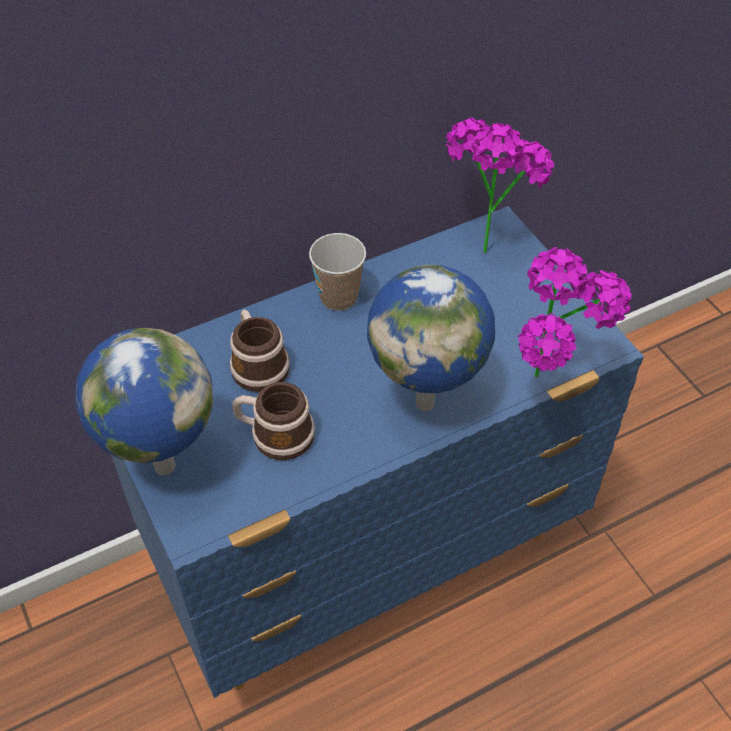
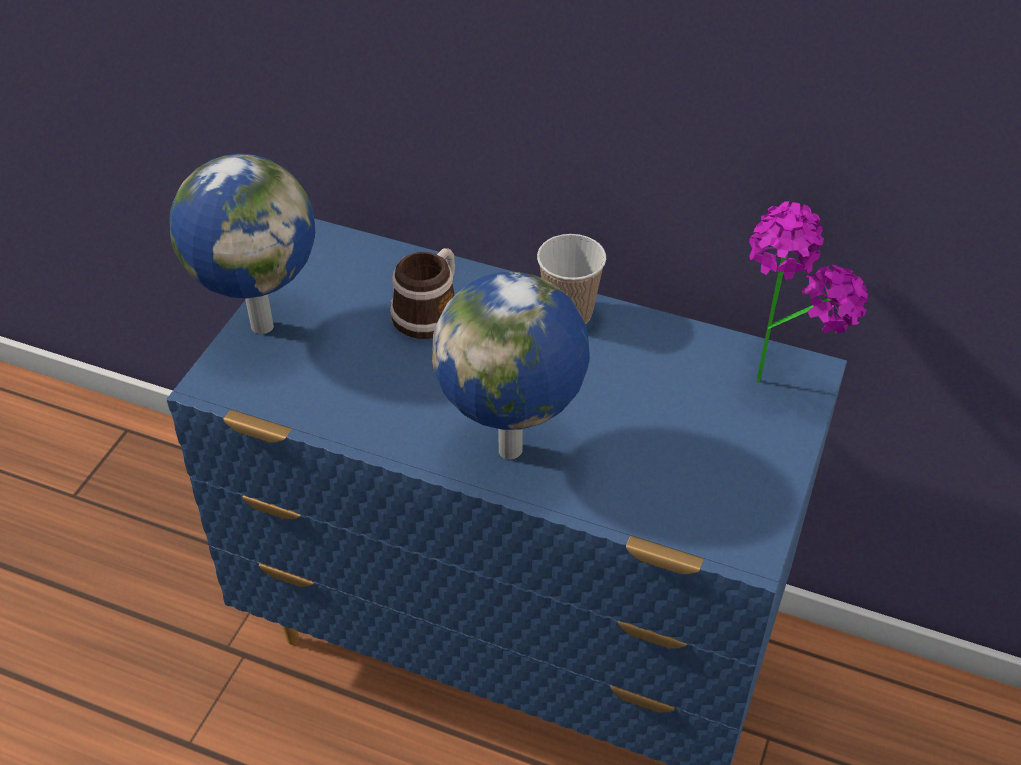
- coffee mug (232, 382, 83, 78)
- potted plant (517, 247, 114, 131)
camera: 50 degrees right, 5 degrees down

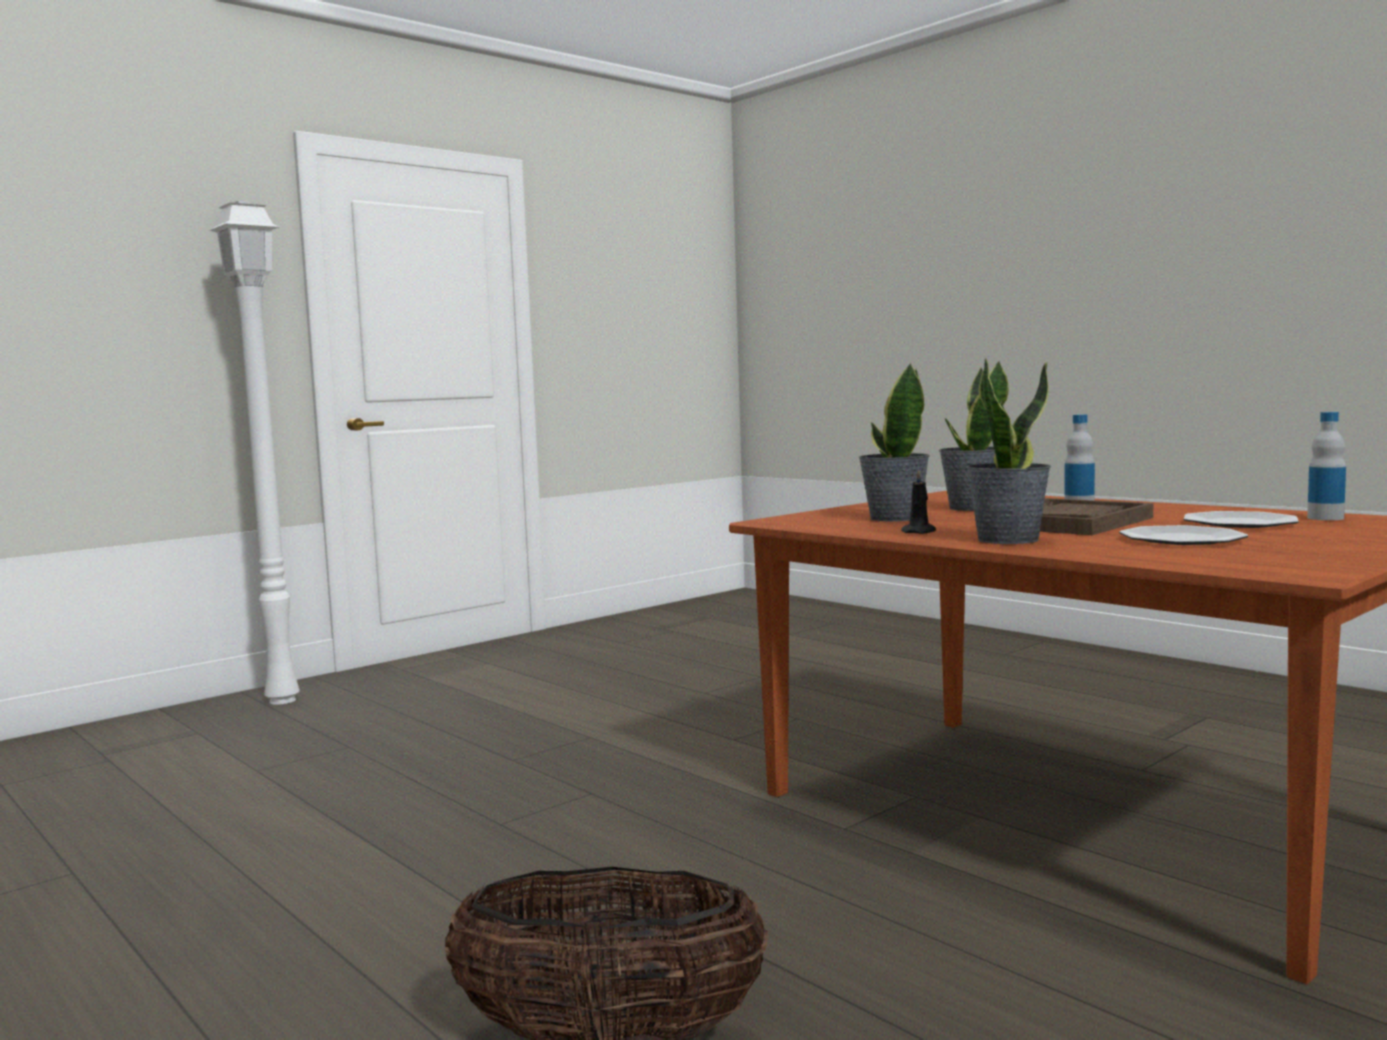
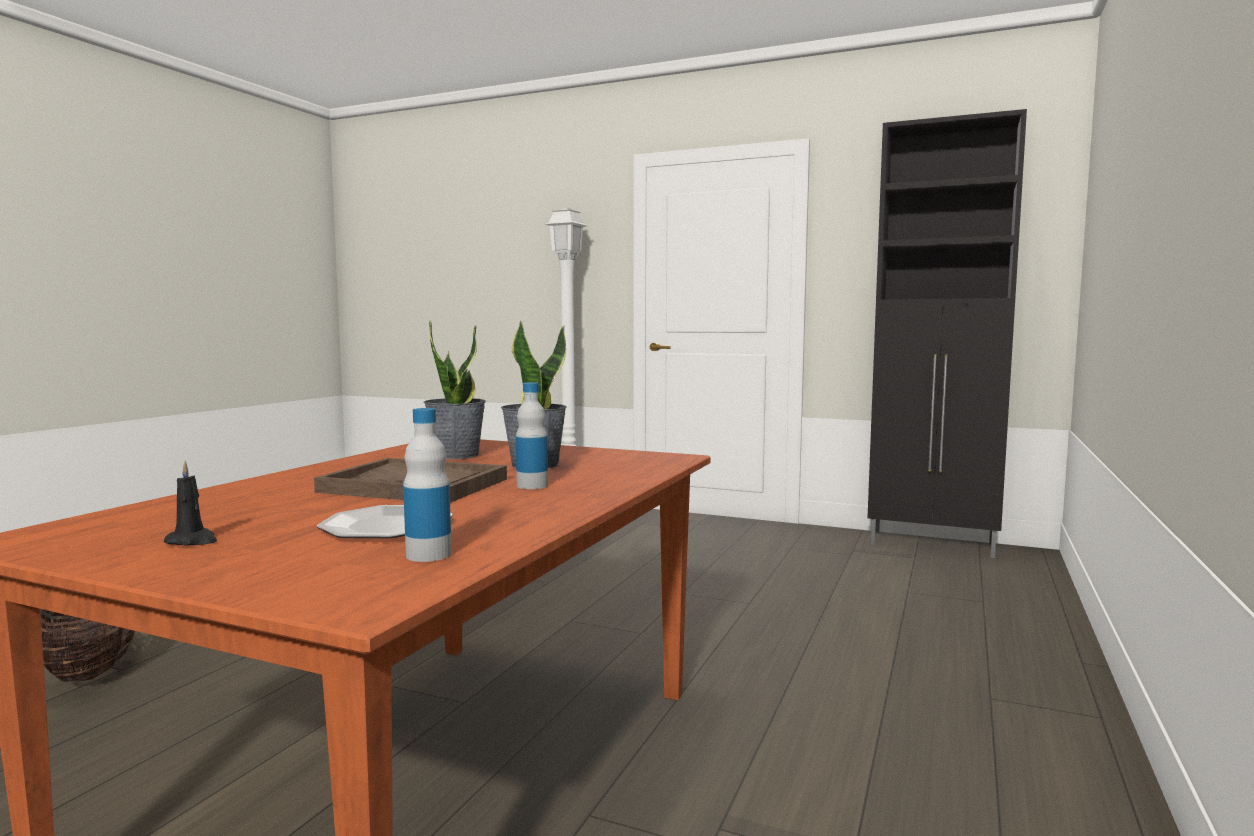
~ black candle (901, 470, 35, 64) to (163, 461, 54, 84)
- potted plant (966, 358, 85, 186)
- flat dish (1119, 525, 129, 20)
+ black cupboard (868, 109, 159, 449)
camera: 65 degrees right, 0 degrees up

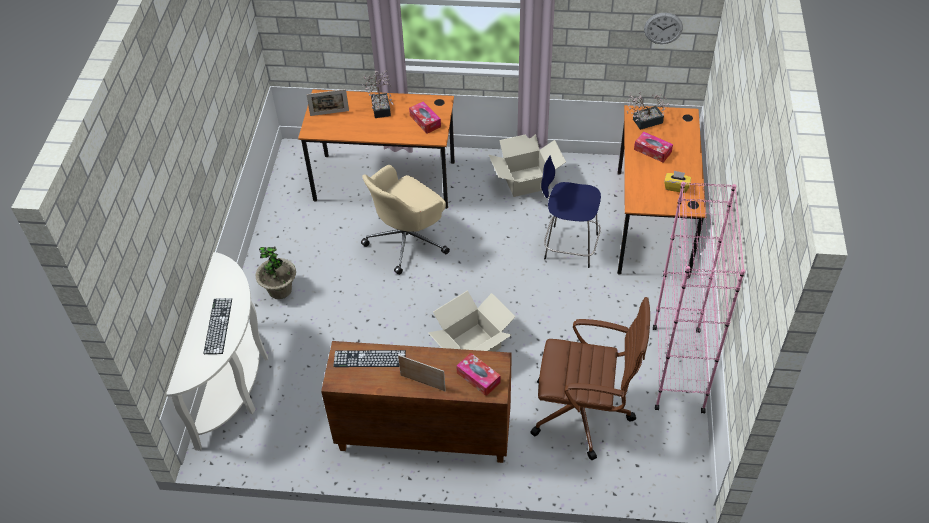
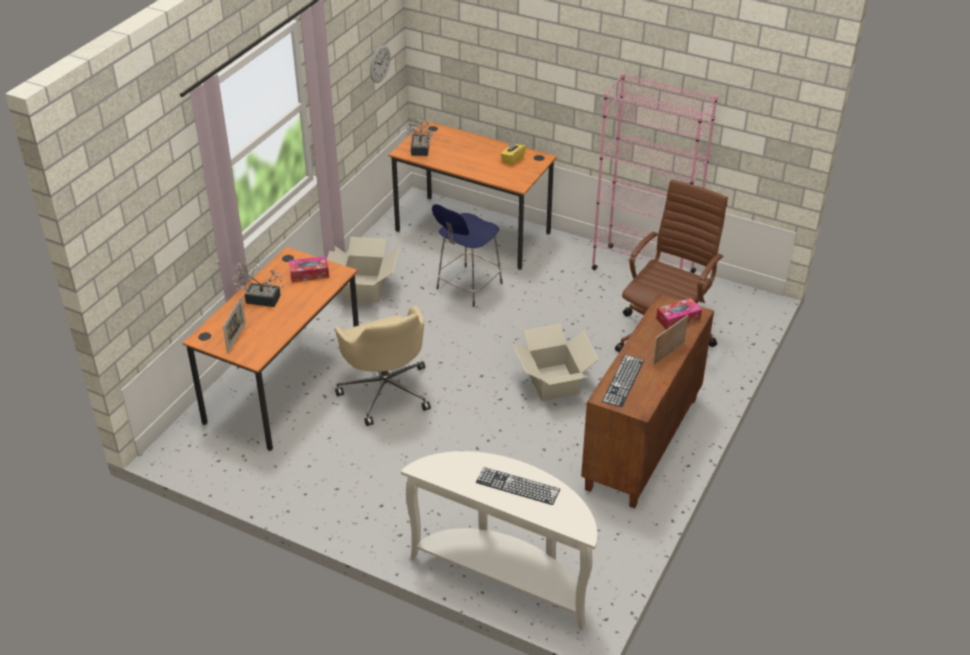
- potted plant (255, 247, 41, 52)
- tissue box (634, 132, 39, 30)
camera: 70 degrees left, 10 degrees down

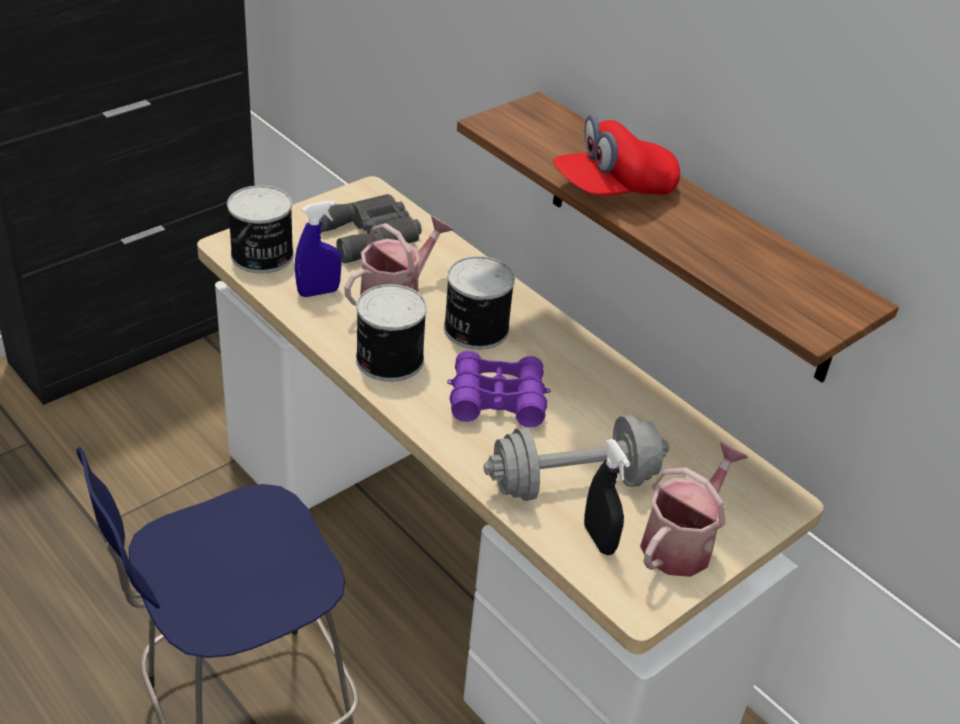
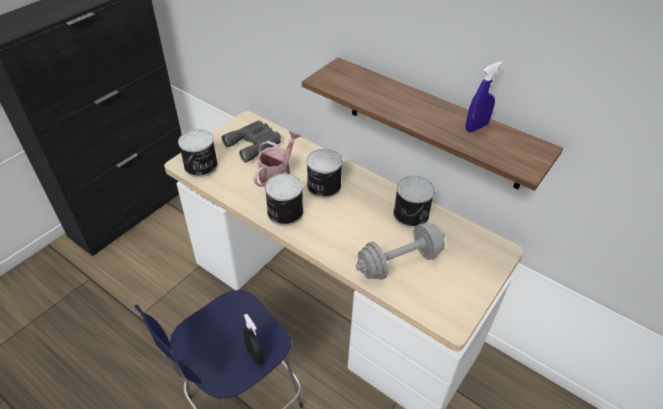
~ bluish spray bottle (295, 201, 46, 96) to (466, 61, 37, 71)
- purplish pair of binoculars (447, 351, 104, 77)
- reddish peaked cap (553, 114, 127, 82)
~ black spray bottle (584, 439, 46, 116) to (244, 314, 20, 51)
- sprinkling can (640, 442, 108, 135)
+ sealed can (393, 176, 42, 52)
camera: 10 degrees left, 5 degrees up

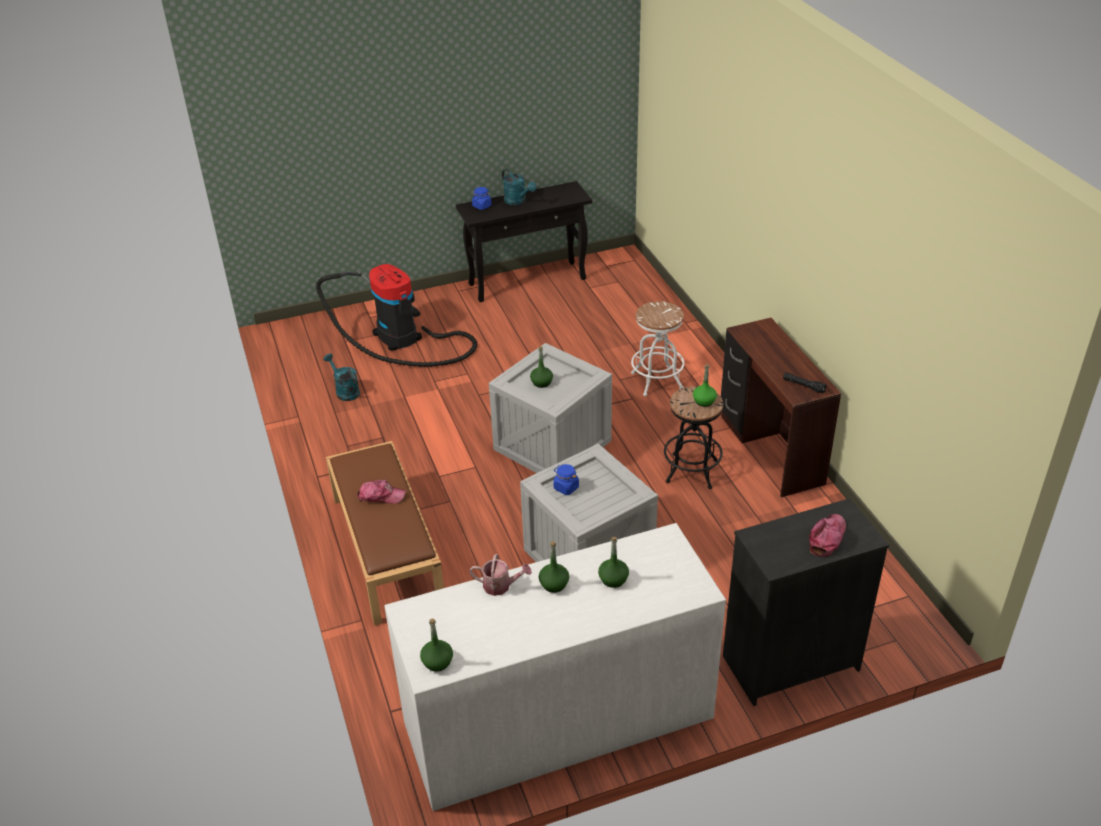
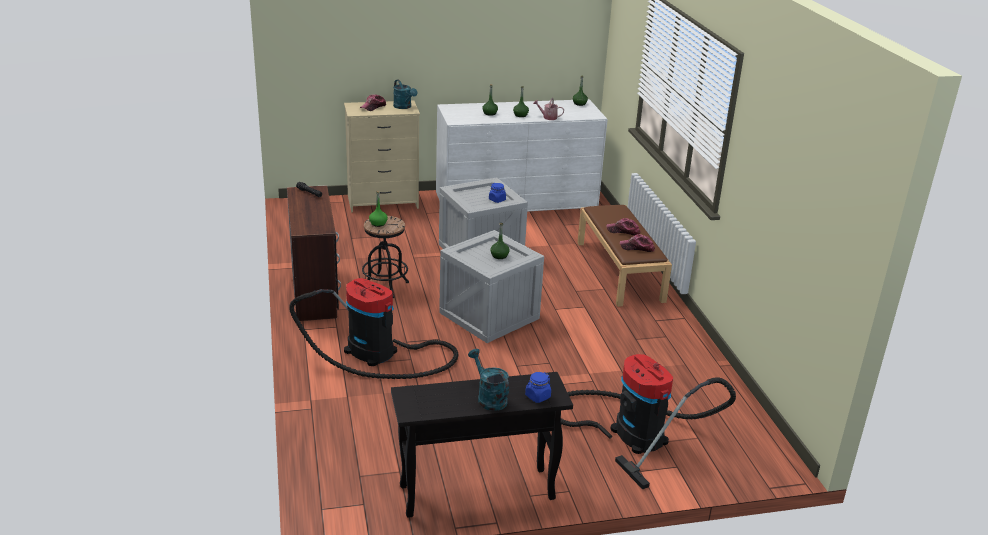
~ blue-green sprinkling can (324, 354, 36, 47) to (393, 80, 24, 29)
~ white-coloured stool (631, 301, 53, 95) to hoover (289, 278, 169, 101)
~ black chest of drawers (723, 498, 166, 208) to beige chest of drawers (344, 101, 76, 111)
+ peaked cap (620, 234, 35, 18)
camera: 175 degrees left, 10 degrees down

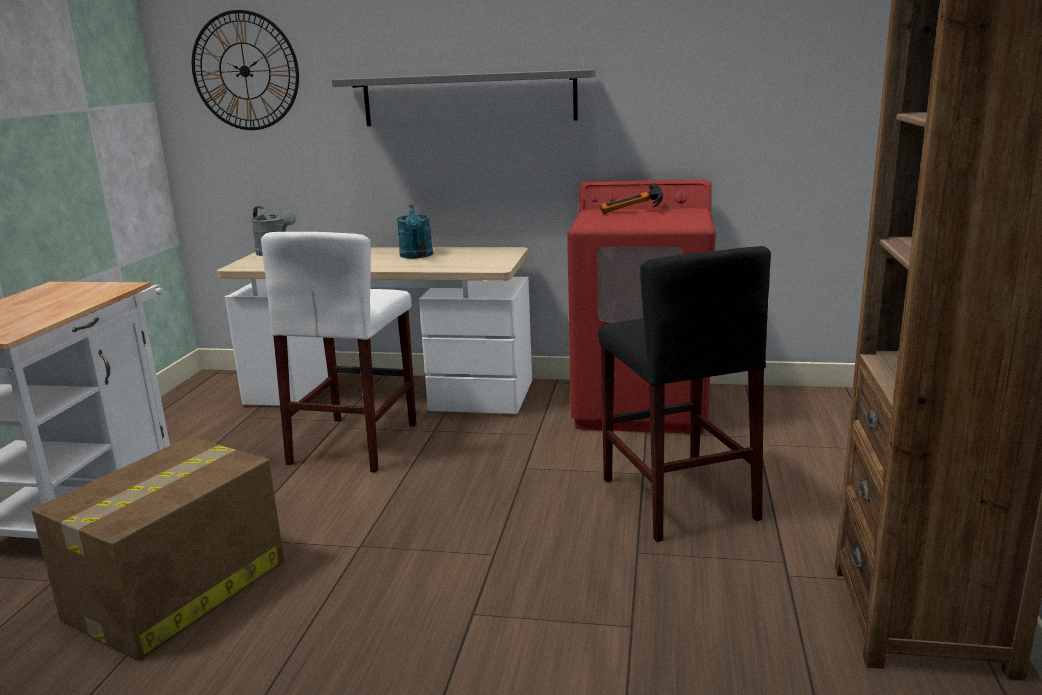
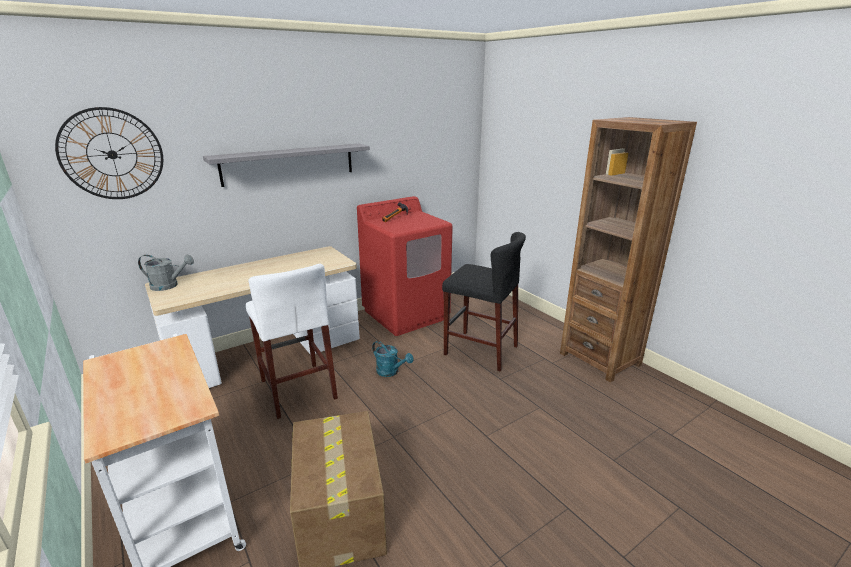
~ blue-green sprinkling can (397, 205, 36, 54) to (372, 341, 42, 36)
camera: 45 degrees left, 5 degrees up

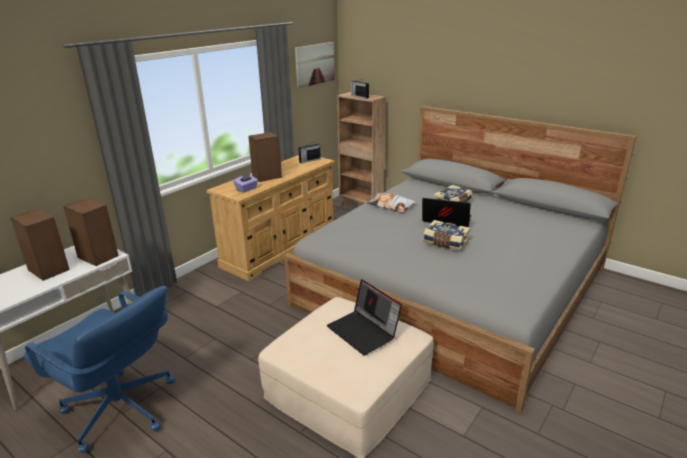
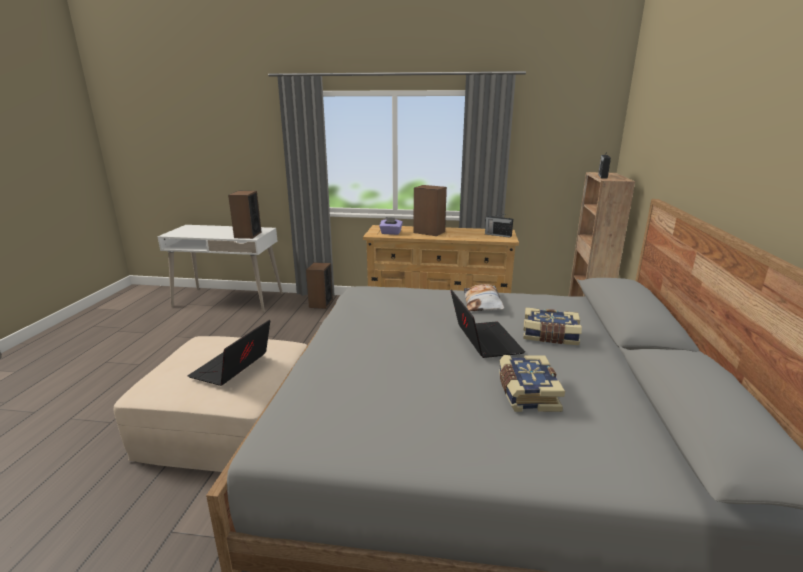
~ audio speaker (10, 209, 60, 72) to (306, 262, 27, 47)
- bluish desk chair (23, 286, 152, 167)
- wall art (295, 42, 40, 46)
~ book (423, 220, 48, 31) to (499, 355, 66, 57)
camera: 60 degrees right, 5 degrees down

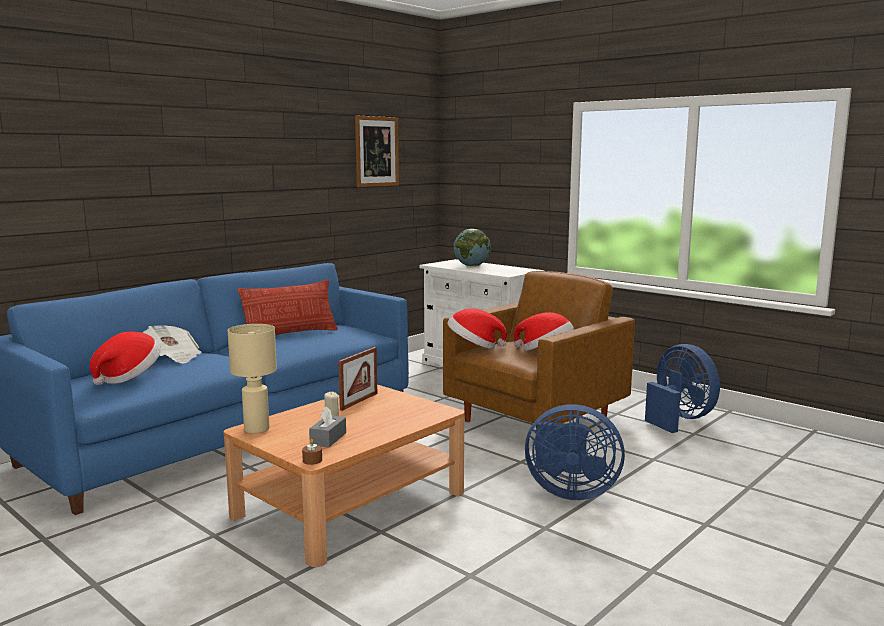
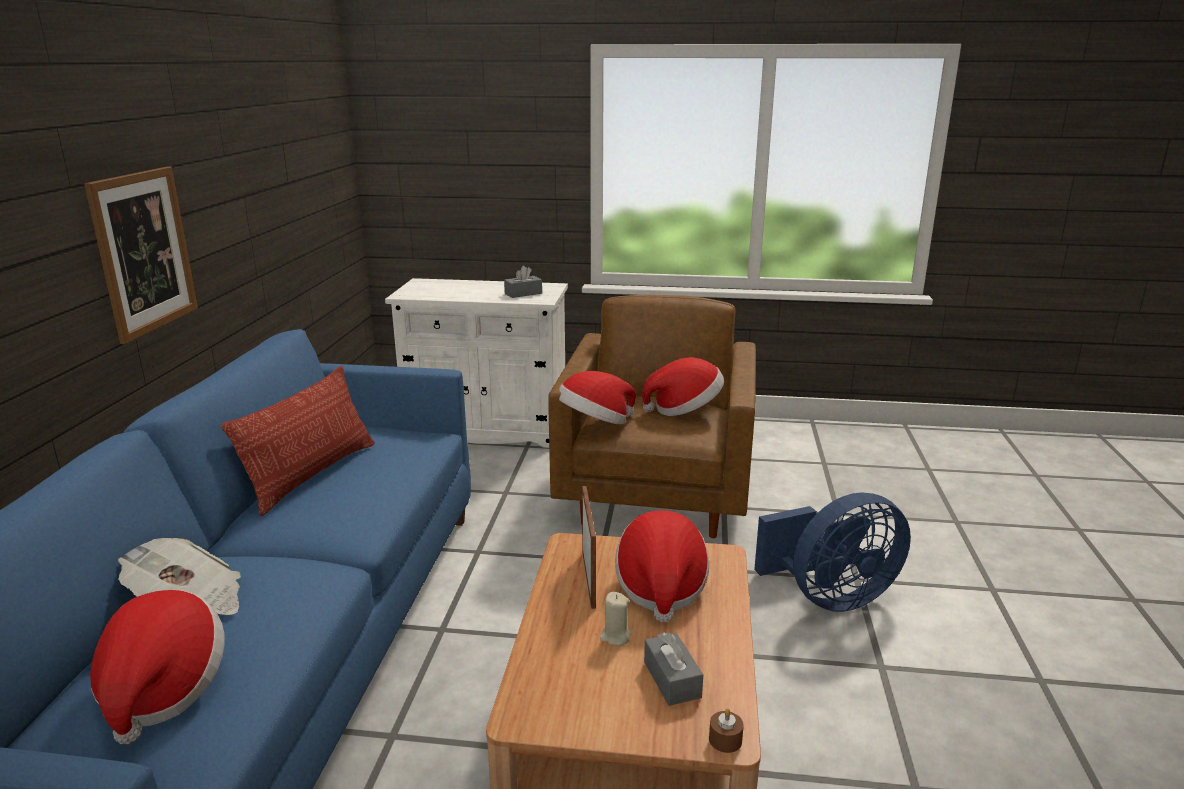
- beige table lamp (228, 324, 49, 110)
~ wall art (355, 115, 44, 72) to (84, 166, 114, 178)
- world globe (454, 229, 37, 37)
- bluish fan (645, 344, 75, 89)
+ greyish tissue box (504, 266, 38, 32)
+ hat (615, 510, 94, 113)
camera: 35 degrees left, 10 degrees up

